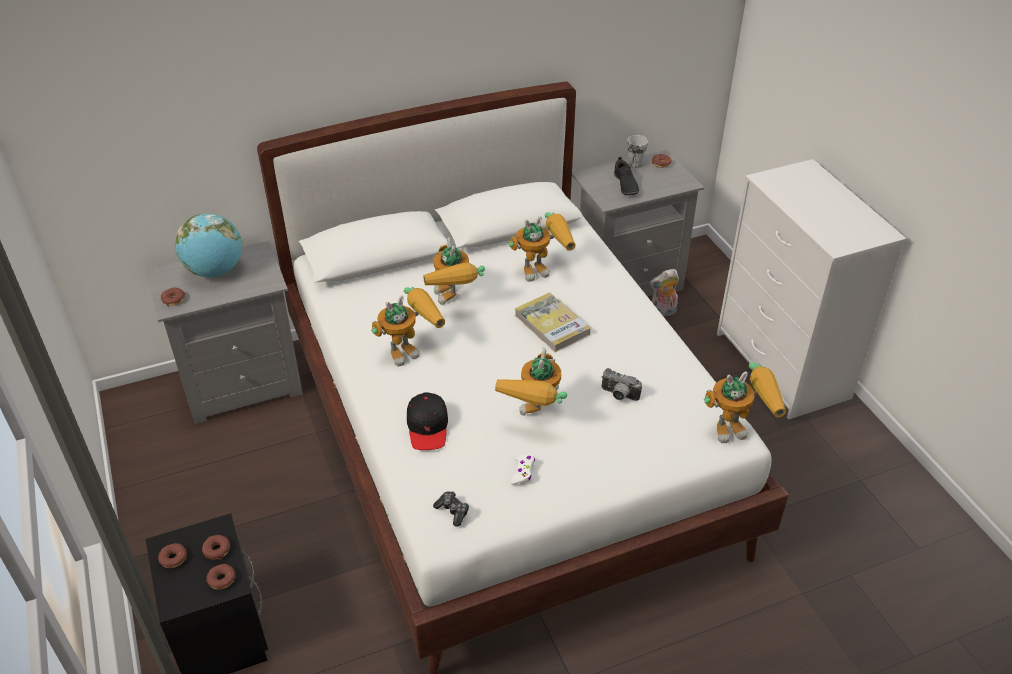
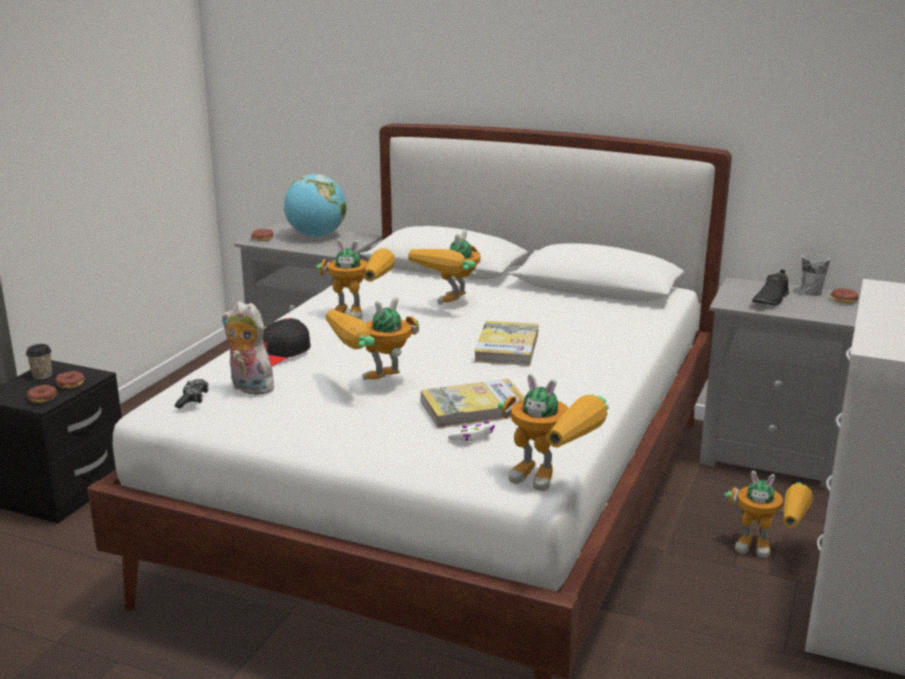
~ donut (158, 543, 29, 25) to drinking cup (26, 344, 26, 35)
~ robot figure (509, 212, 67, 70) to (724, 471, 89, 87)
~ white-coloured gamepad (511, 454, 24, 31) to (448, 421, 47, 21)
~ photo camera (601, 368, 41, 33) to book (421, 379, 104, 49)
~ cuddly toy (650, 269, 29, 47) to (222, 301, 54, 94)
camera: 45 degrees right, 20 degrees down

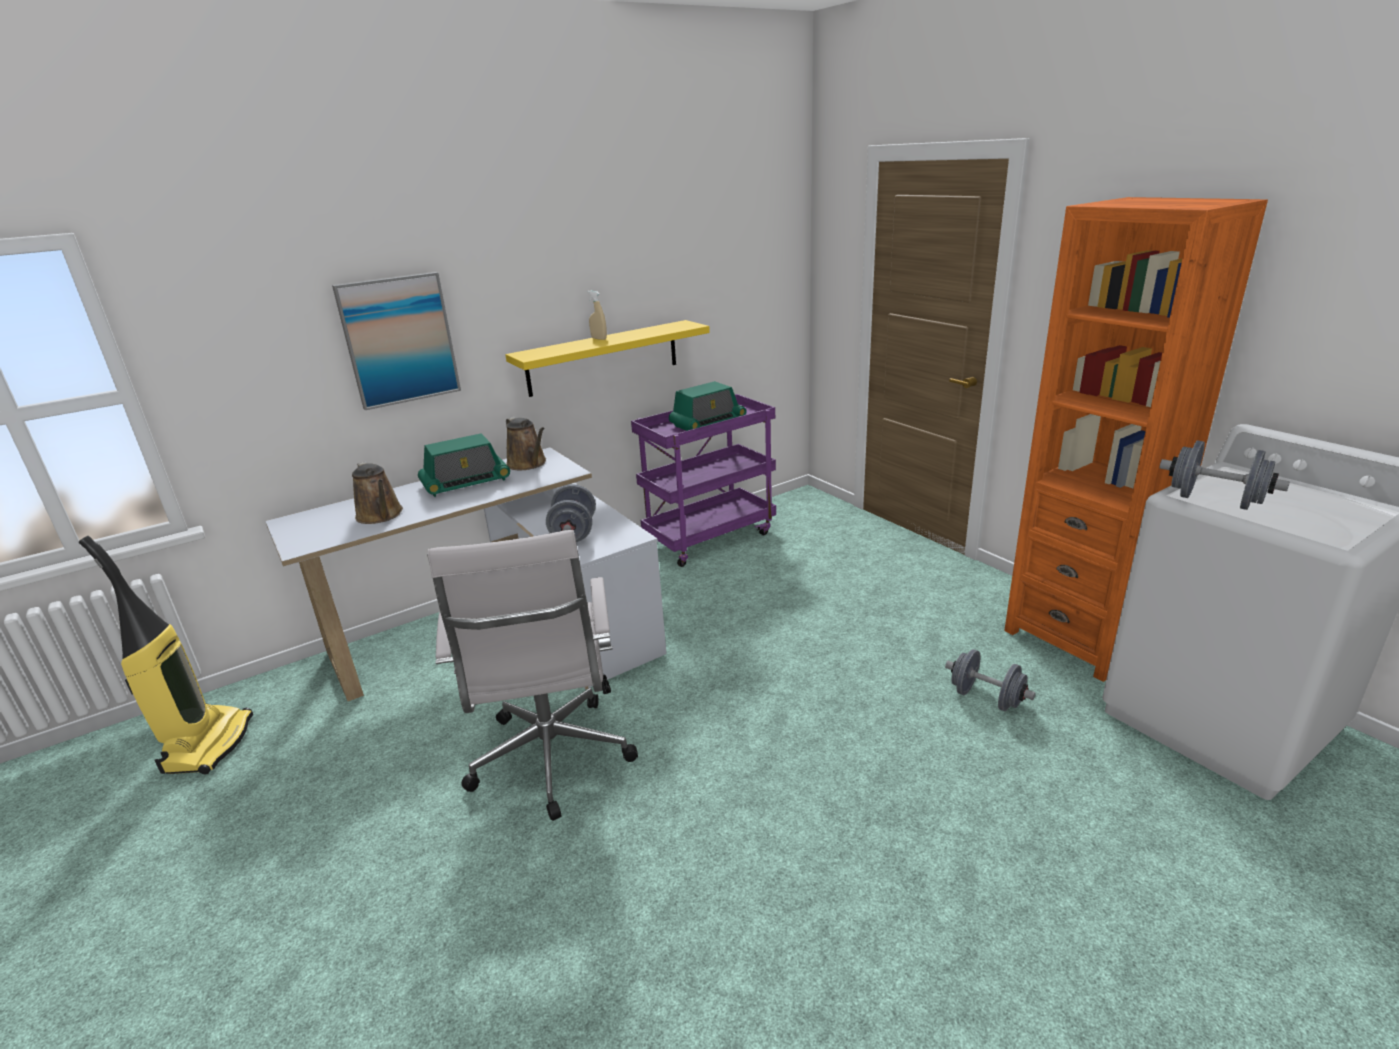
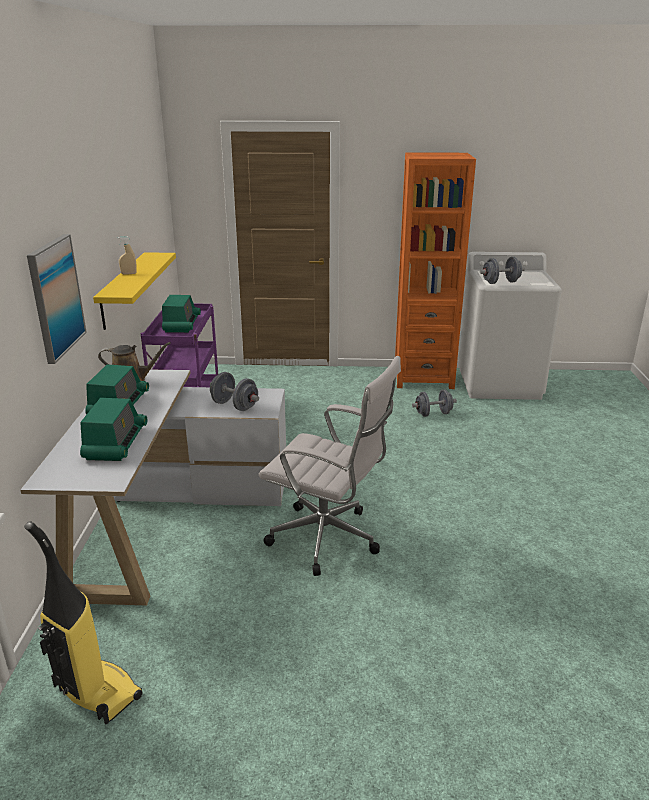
~ brown-coloured sprinkling can (352, 461, 51, 63) to radio (80, 398, 67, 63)
camera: 55 degrees left, 0 degrees up

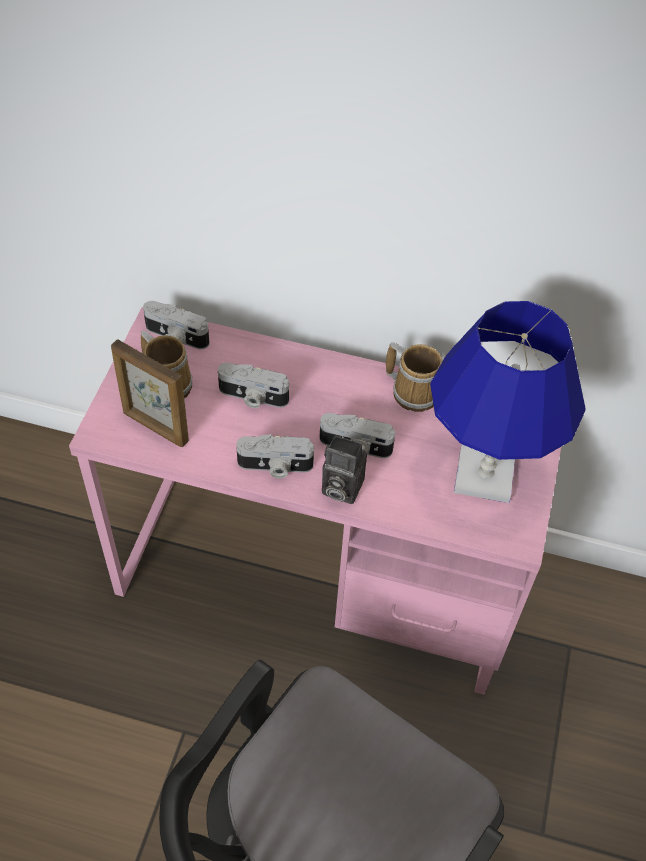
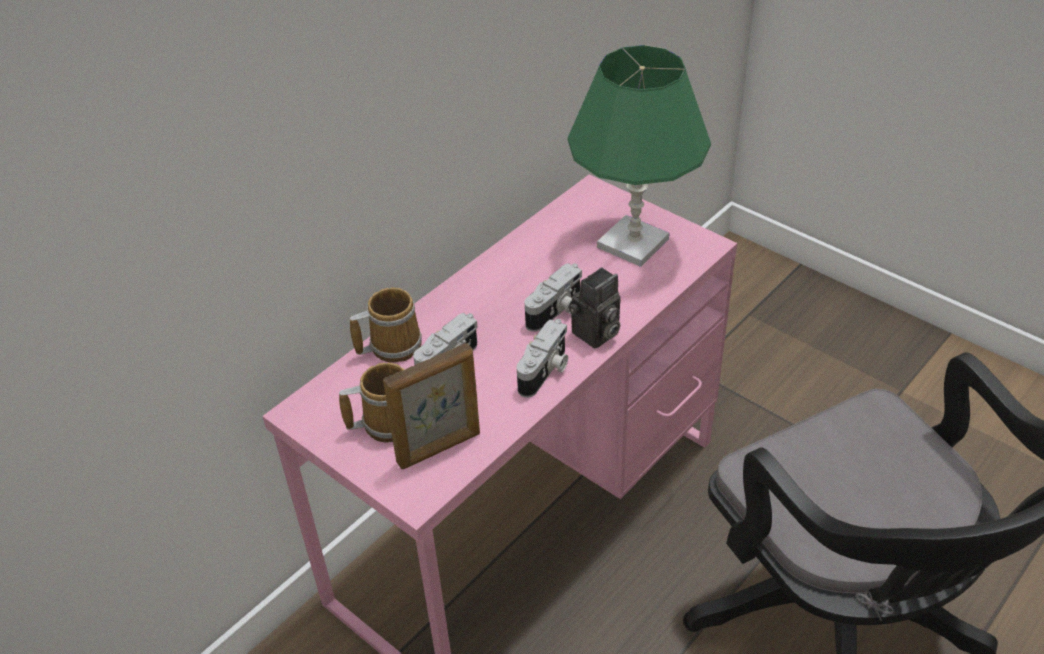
- photo camera (143, 301, 67, 48)
~ coffee mug (386, 342, 56, 70) to (350, 287, 72, 76)
~ bluish table lamp (430, 301, 156, 202) to green-coloured table lamp (568, 45, 143, 222)
camera: 60 degrees left, 10 degrees down

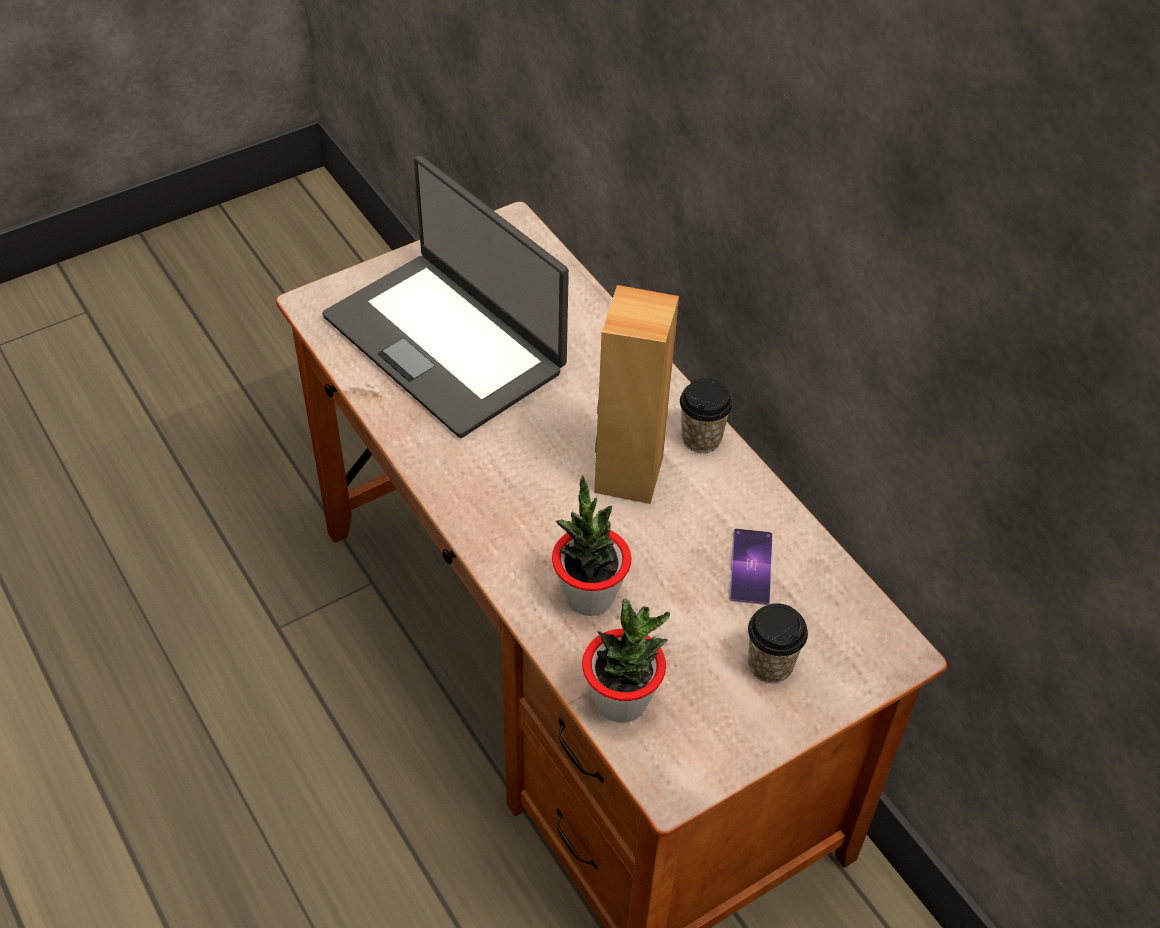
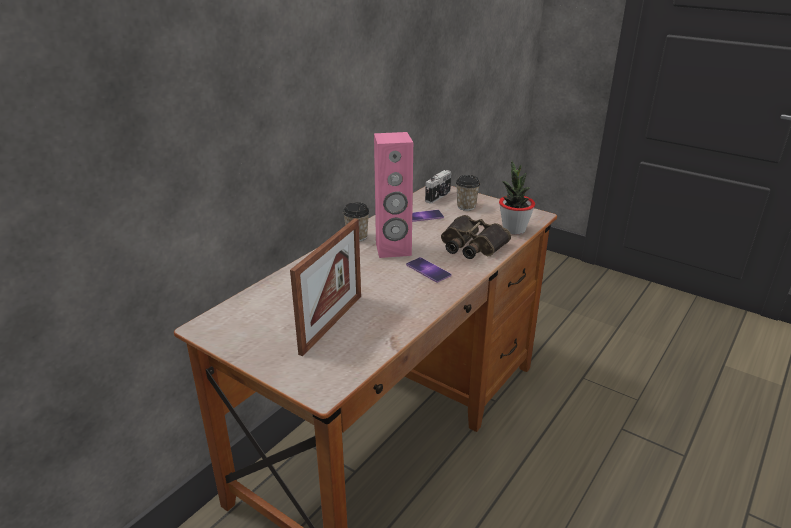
~ laptop (322, 156, 247, 282) to photo frame (290, 218, 71, 138)
~ potted plant (552, 475, 79, 141) to pair of binoculars (441, 215, 70, 44)
~ brown-coloured audio speaker (594, 285, 85, 219) to pink audio speaker (374, 132, 39, 126)
+ handset (406, 257, 46, 26)
+ photo camera (425, 170, 26, 34)
camera: 110 degrees left, 20 degrees down

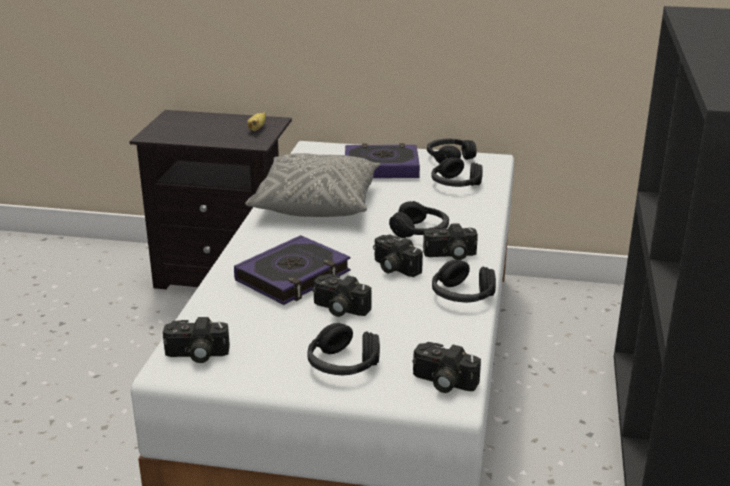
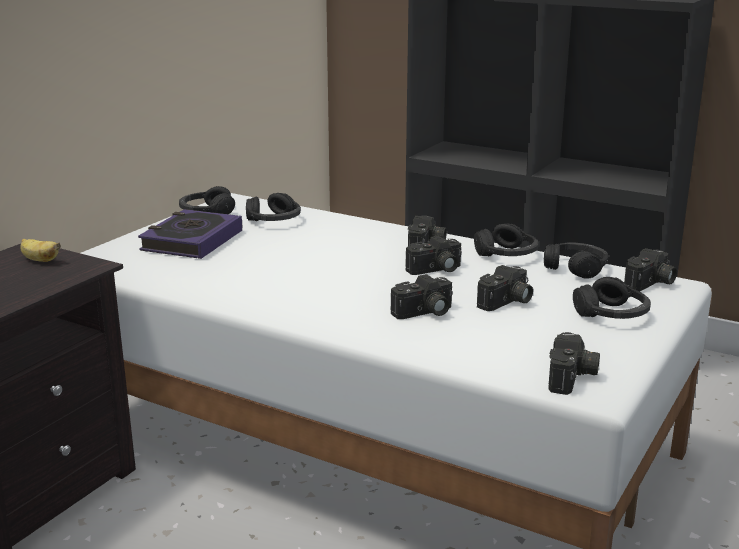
~ book (234, 235, 116, 70) to photo camera (391, 274, 62, 45)
- greyish throw pillow (245, 153, 135, 64)
~ black pair of headphones (389, 201, 60, 37) to (544, 243, 64, 36)
camera: 70 degrees left, 5 degrees down

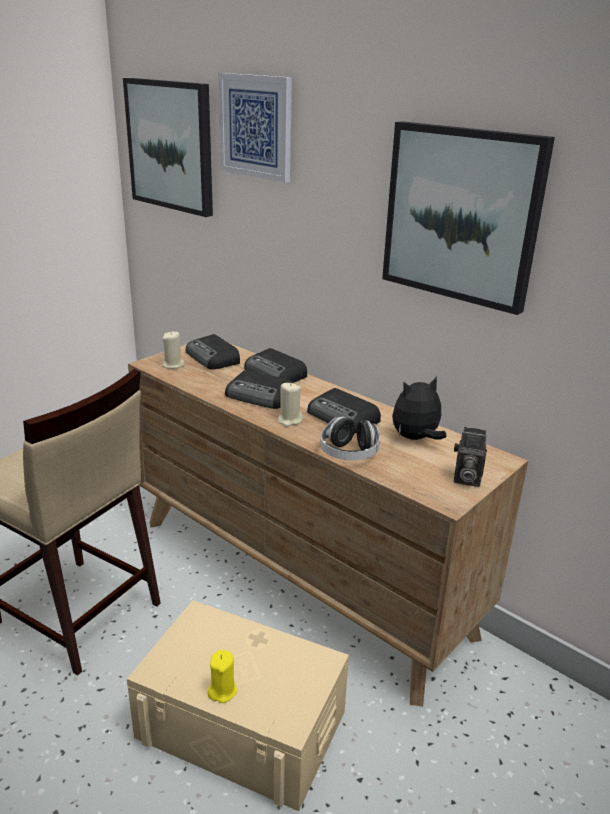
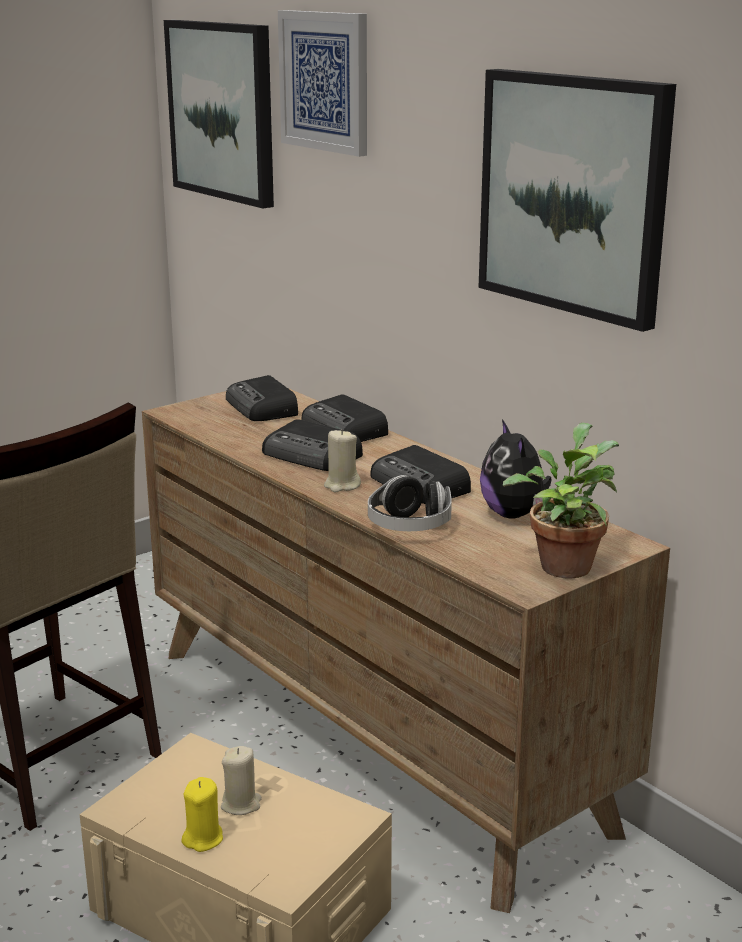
~ beige candle (162, 331, 22, 38) to (221, 746, 41, 69)
~ cuddly toy (392, 376, 54, 64) = (480, 419, 72, 99) 90 degrees counterclockwise
~ photo camera (454, 427, 33, 60) to potted plant (503, 423, 116, 155)
camera: 10 degrees right, 5 degrees down

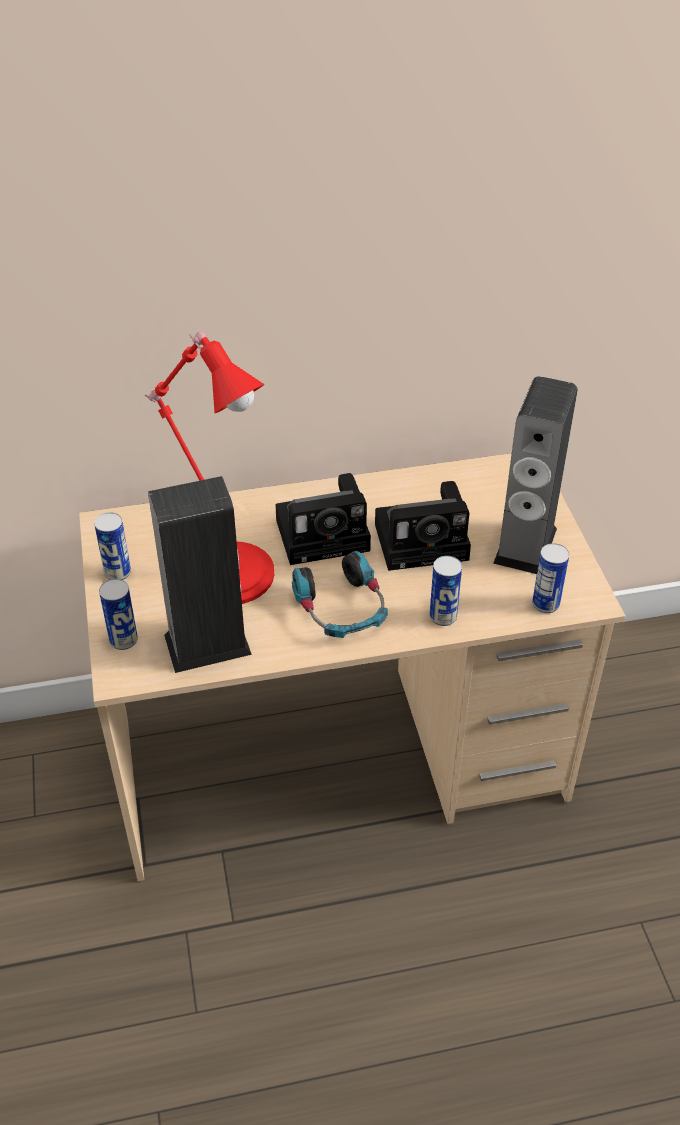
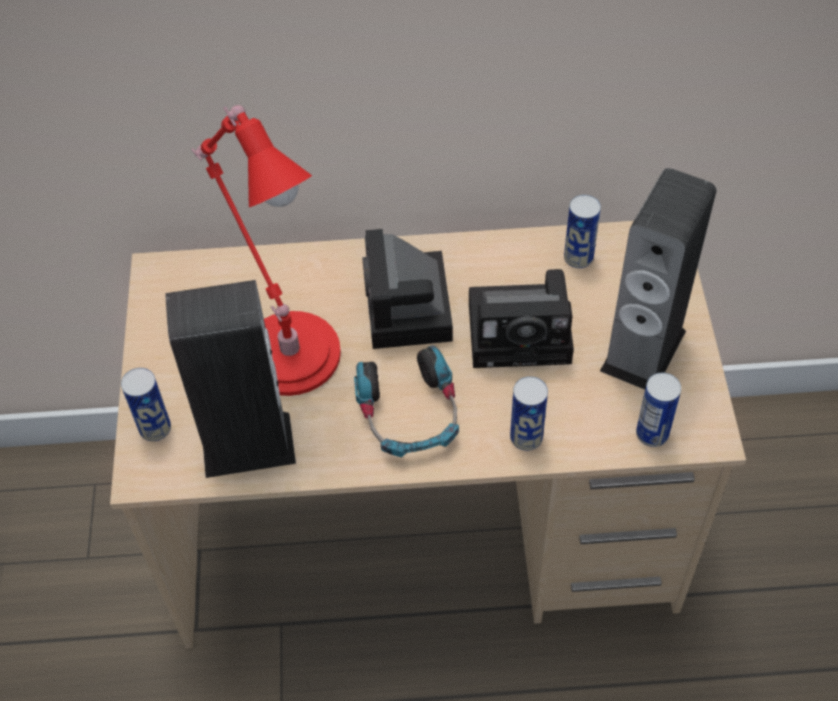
~ sealed can (94, 513, 37, 67) to (564, 195, 37, 73)
~ photo camera (275, 473, 96, 92) = (362, 229, 91, 120) 90 degrees clockwise
camera: 10 degrees right, 10 degrees up

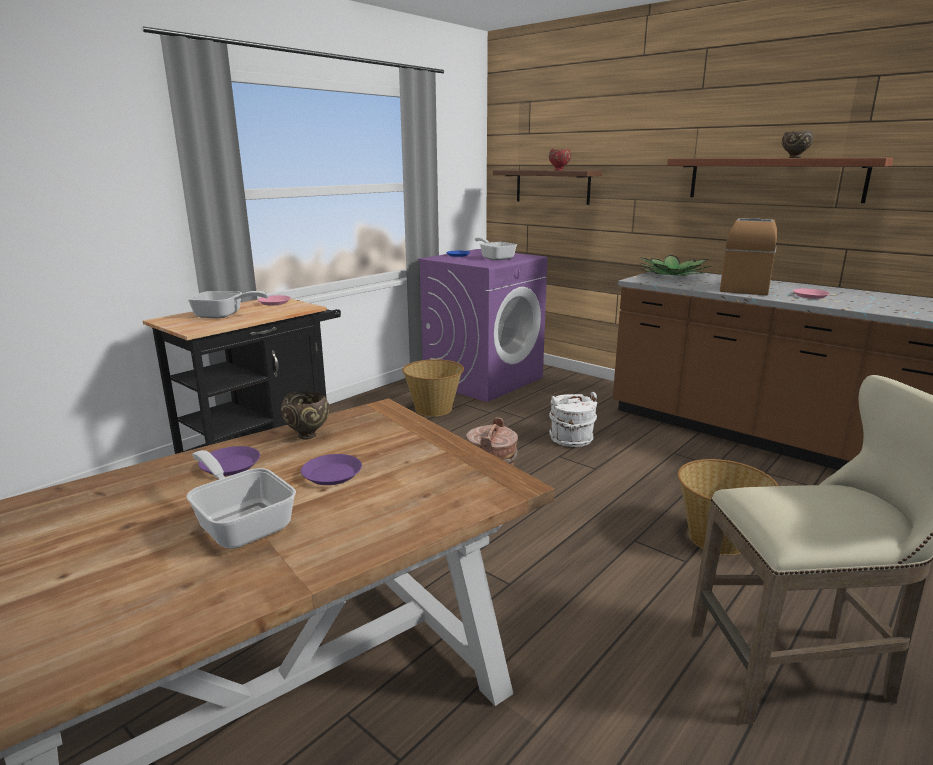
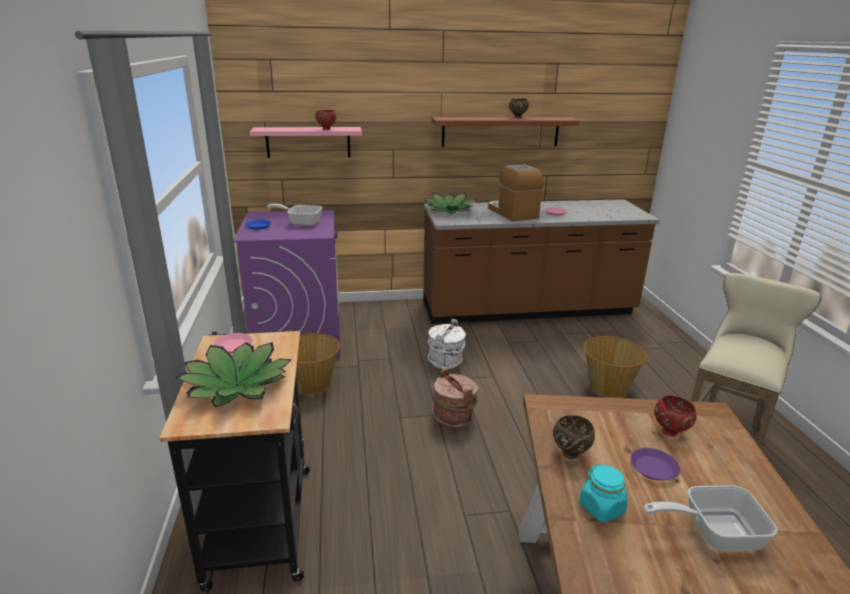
~ pan (187, 291, 82, 27) to potted plant (176, 342, 116, 65)
~ purplish flat dish (199, 446, 61, 30) to blue-green storage jar (580, 463, 48, 59)
~ brown-coloured wall shelf (493, 170, 109, 35) to pink wall shelf (250, 127, 112, 31)
+ reddish bowl (654, 396, 43, 41)
camera: 50 degrees left, 5 degrees up

